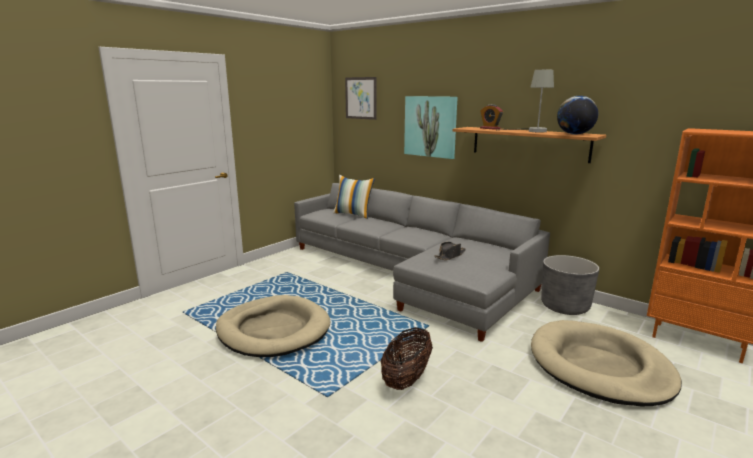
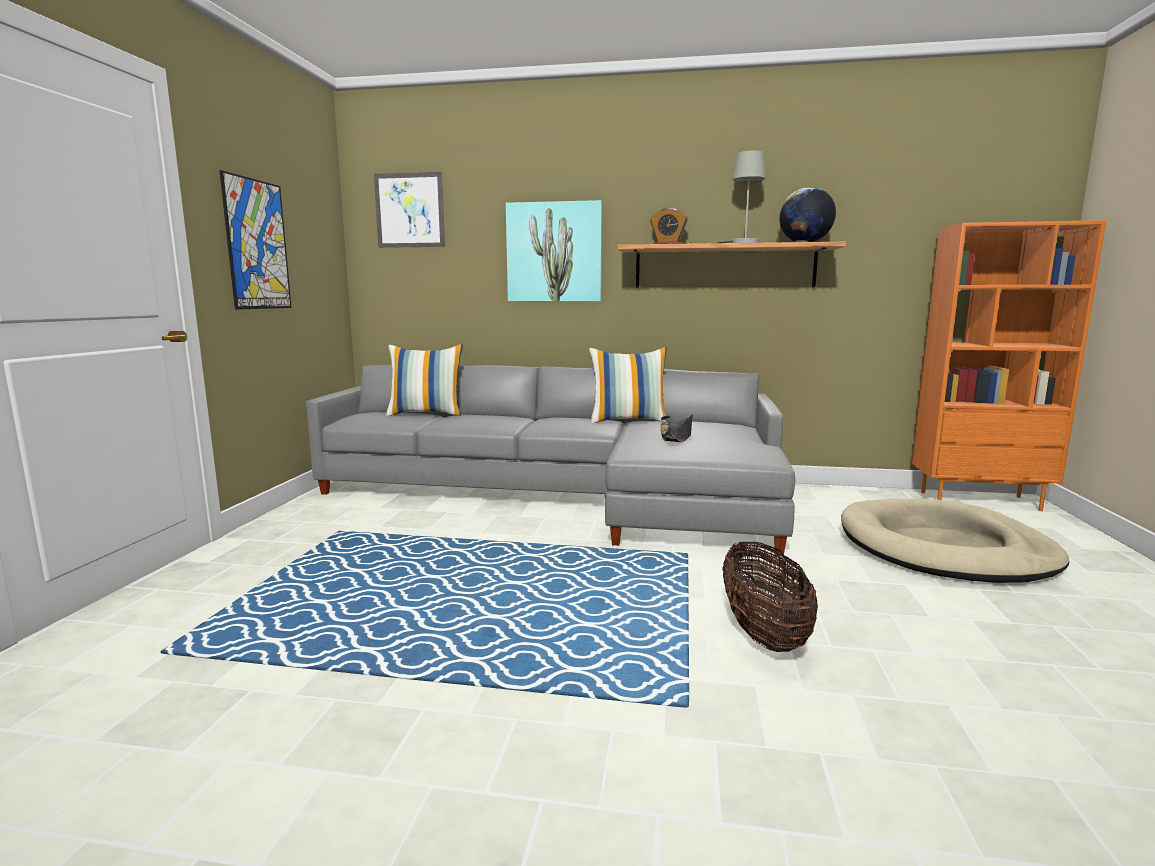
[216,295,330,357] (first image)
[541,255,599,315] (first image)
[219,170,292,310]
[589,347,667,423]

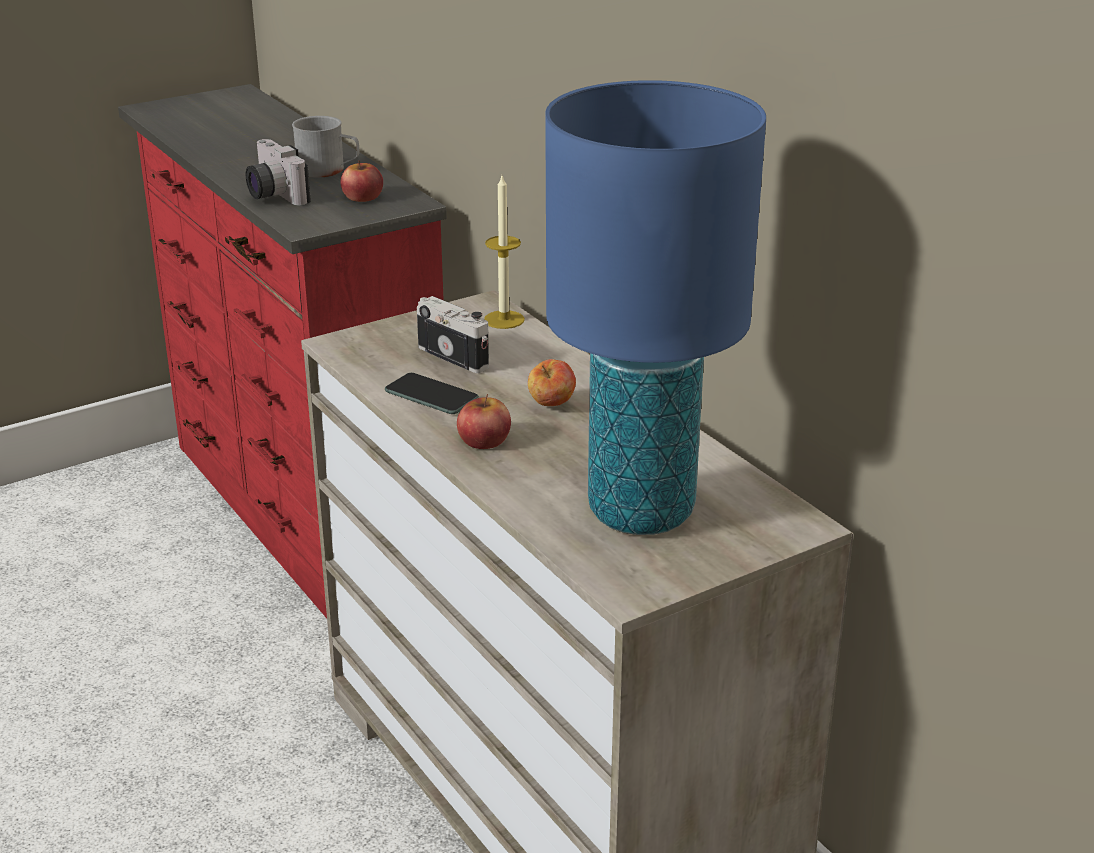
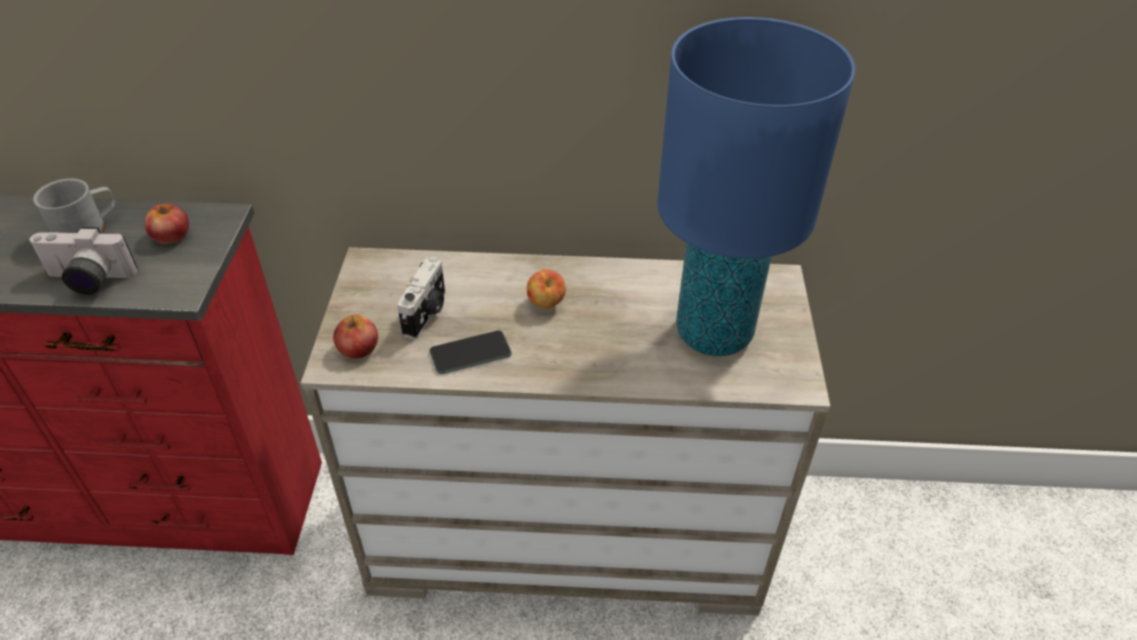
[397,257,445,340]
[333,315,378,359]
[484,176,525,329] (first image)

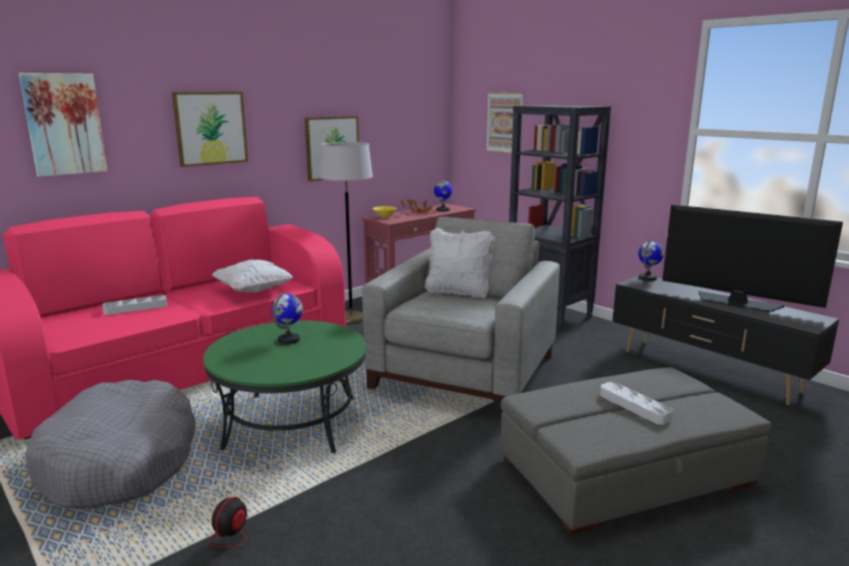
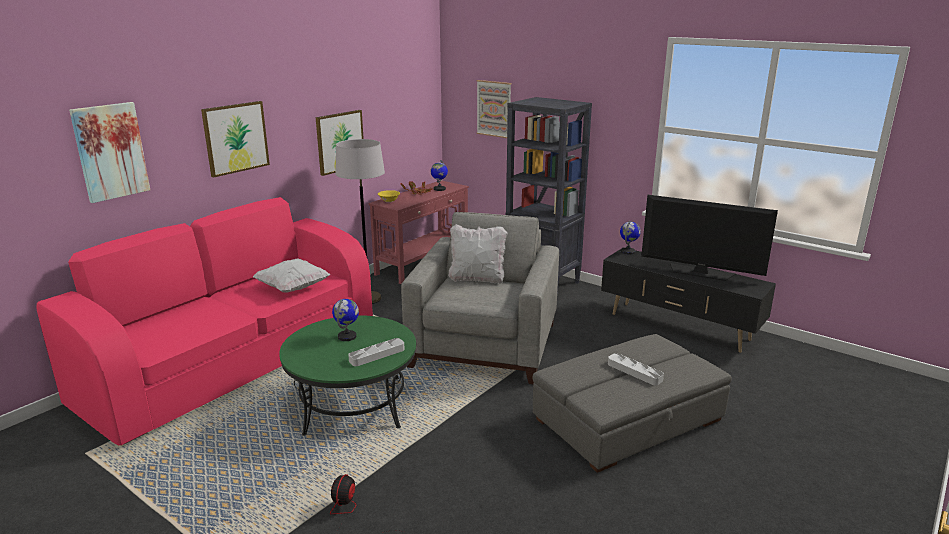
[25,380,196,509] (first image)
[348,338,405,366]

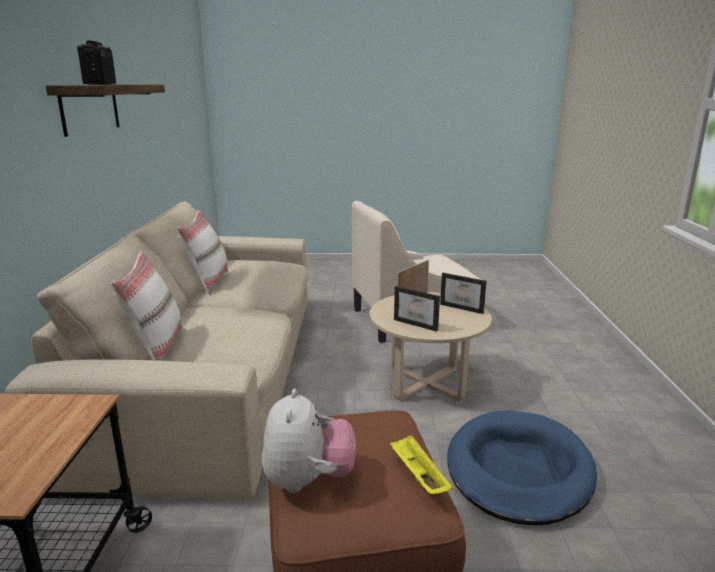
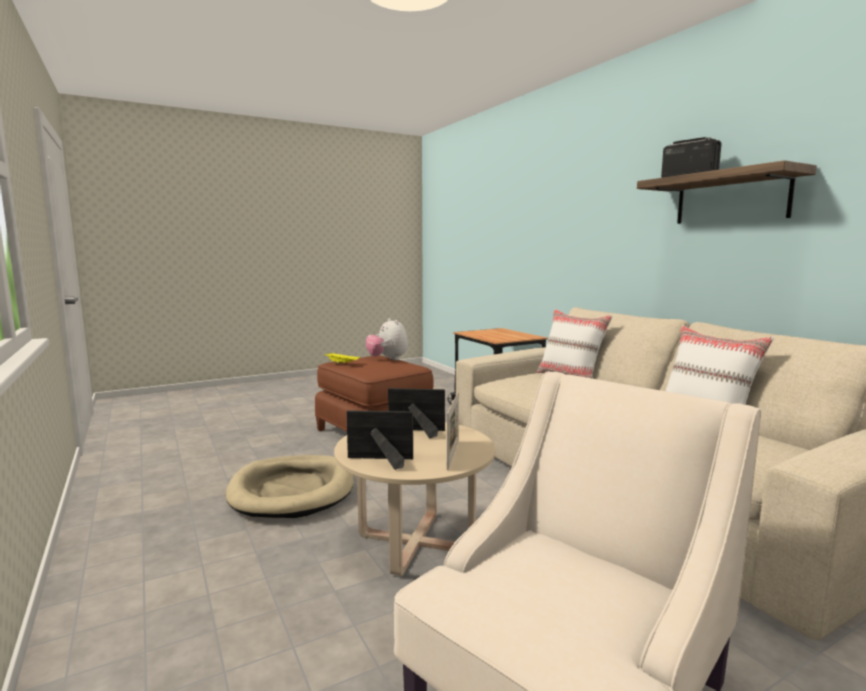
[226,455,354,518]

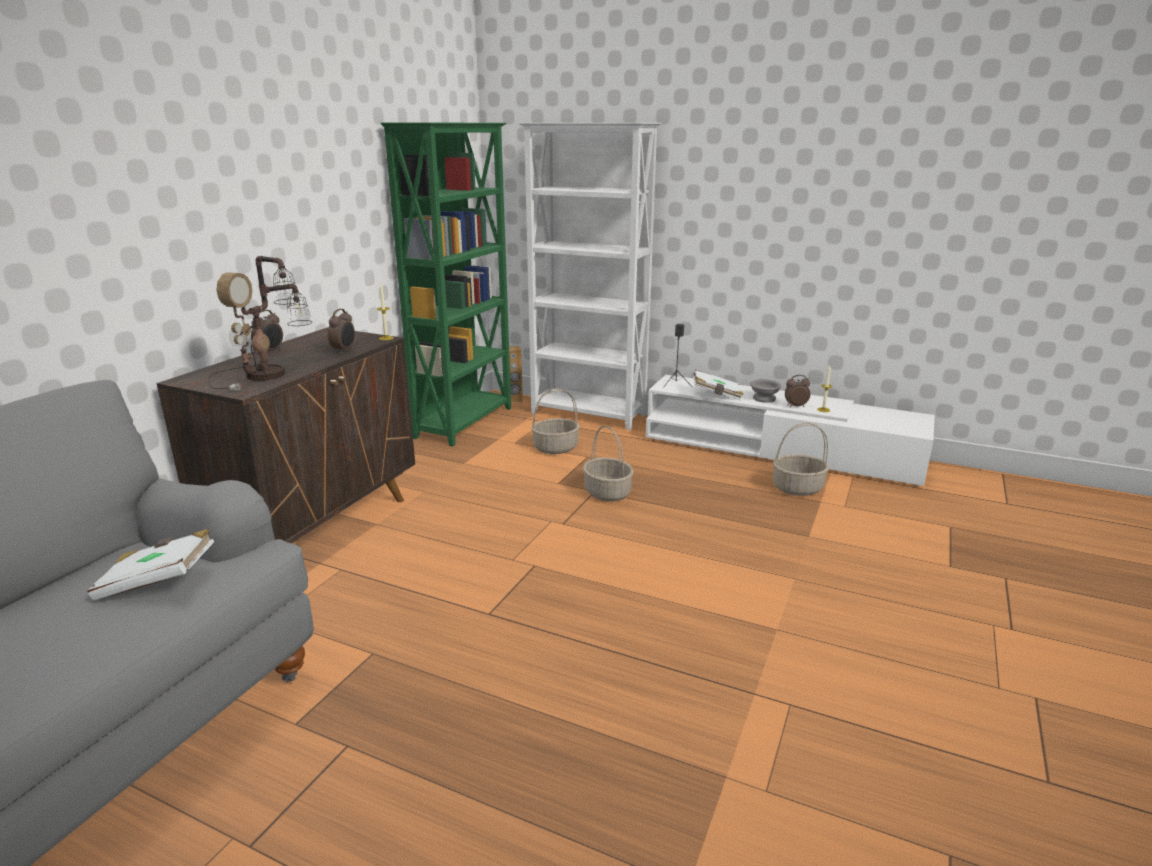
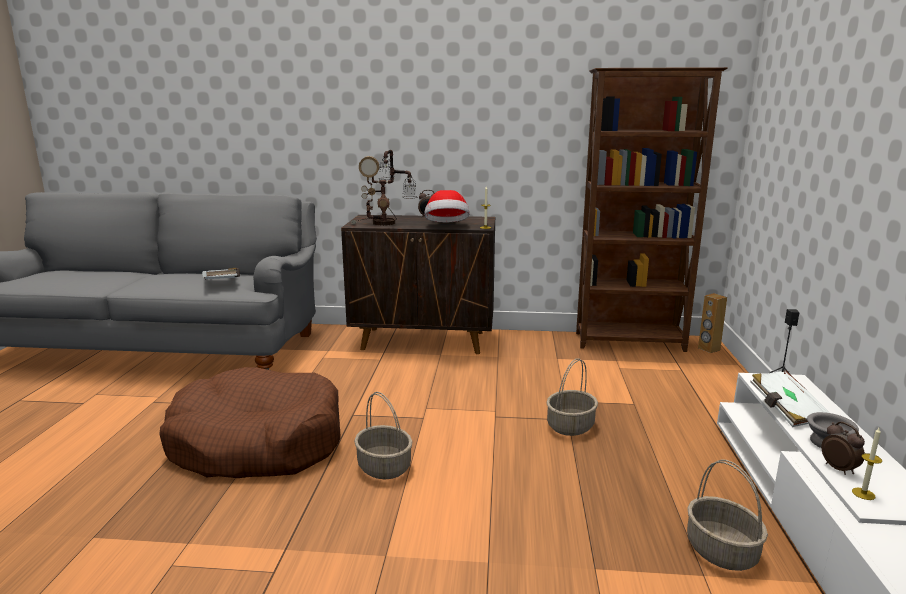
[424,190,469,223]
[576,67,728,352]
[518,123,662,430] (first image)
[354,392,413,479]
[160,367,341,478]

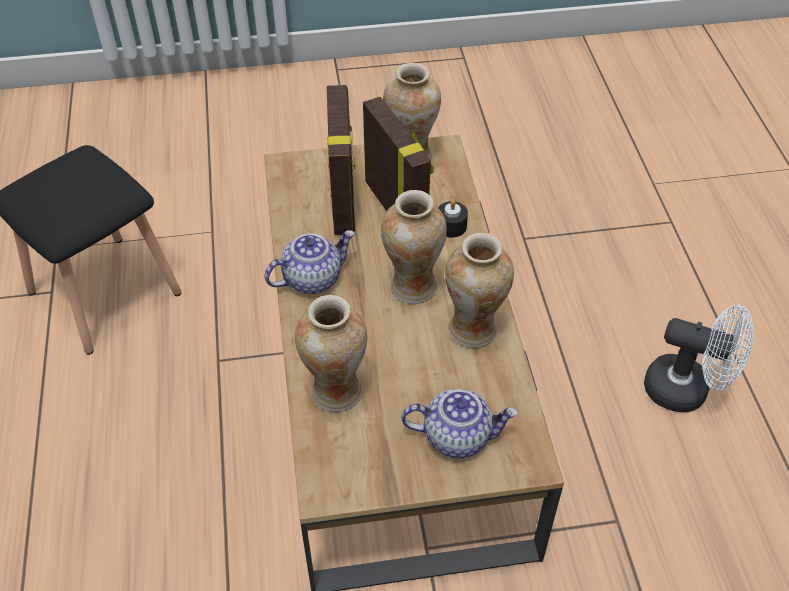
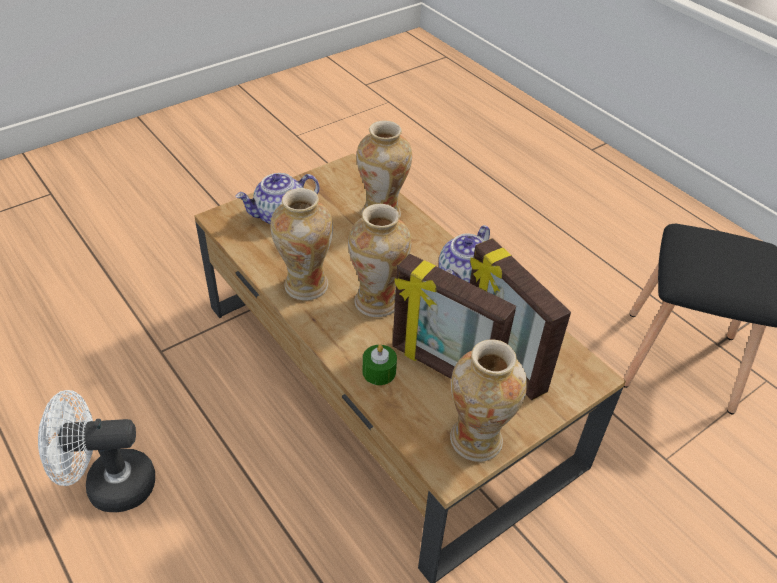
[363,345,397,385]

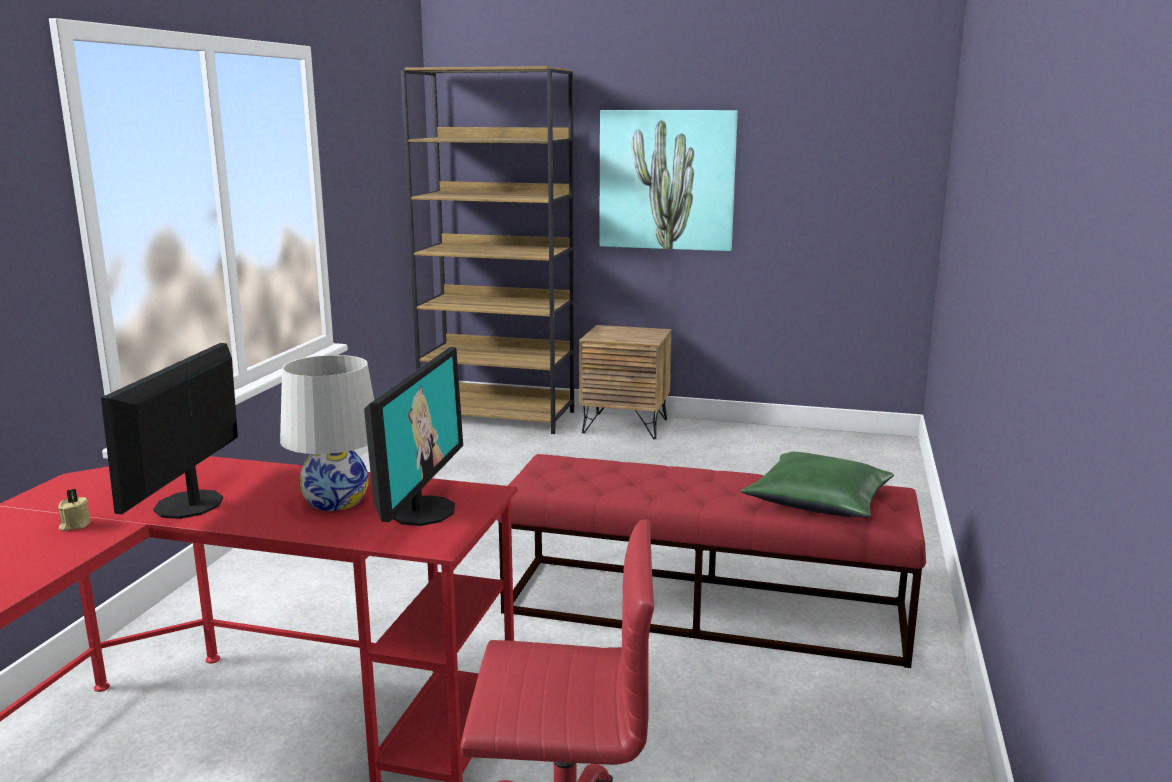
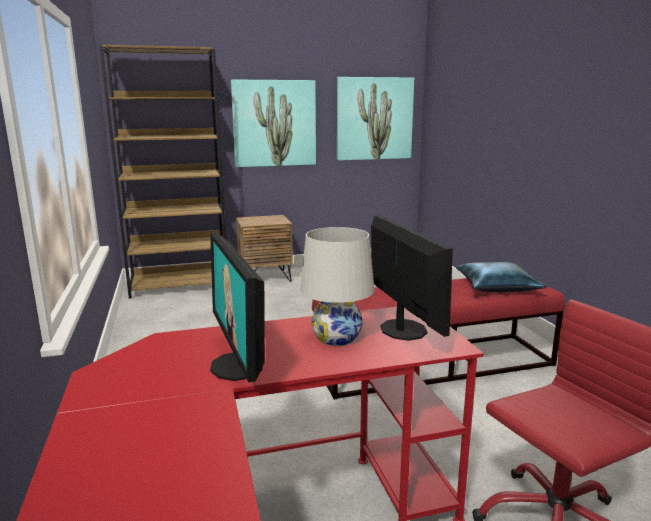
[58,489,90,531] (first image)
[456,262,547,292]
[337,77,414,160]

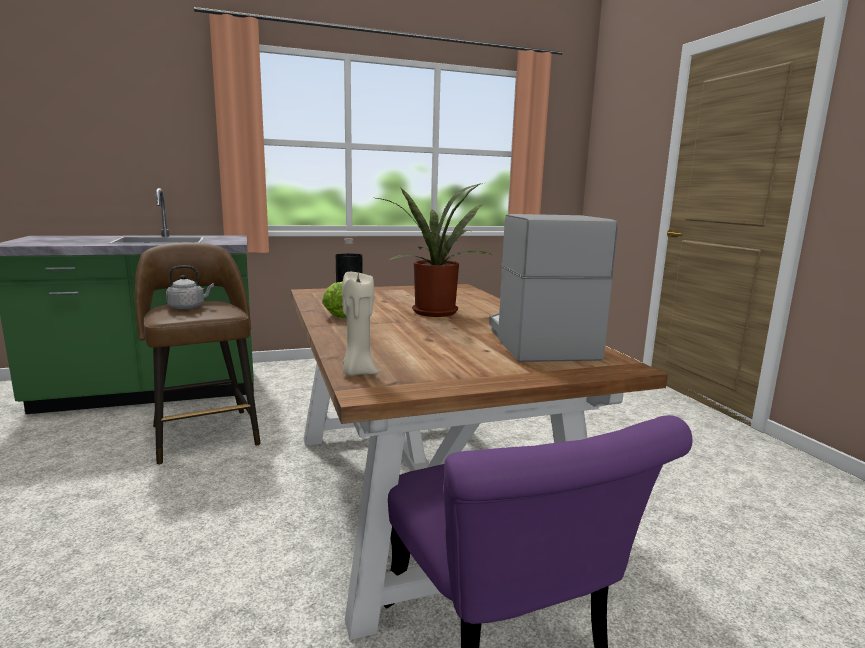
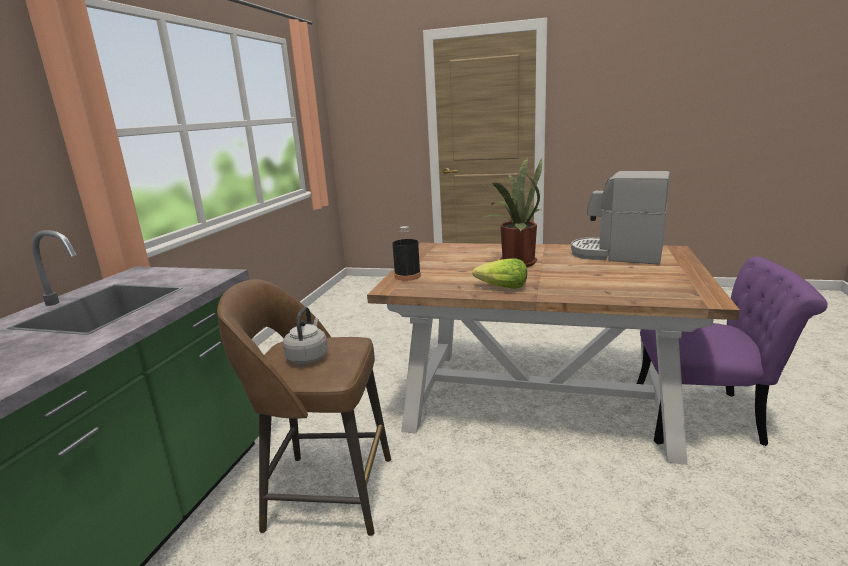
[342,272,378,376] (first image)

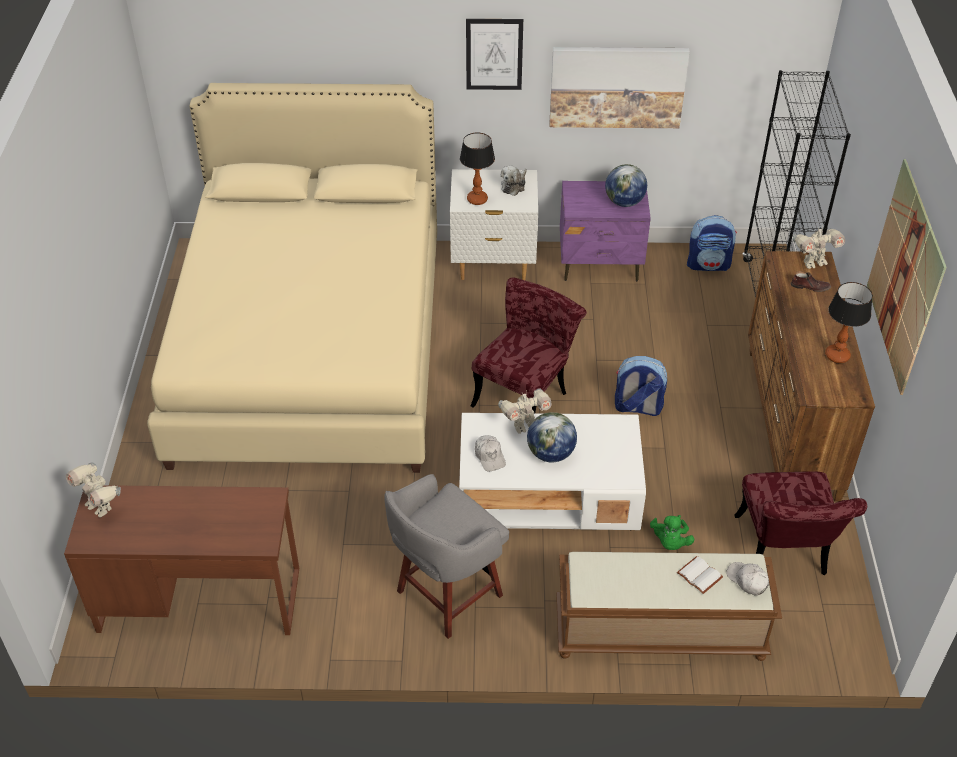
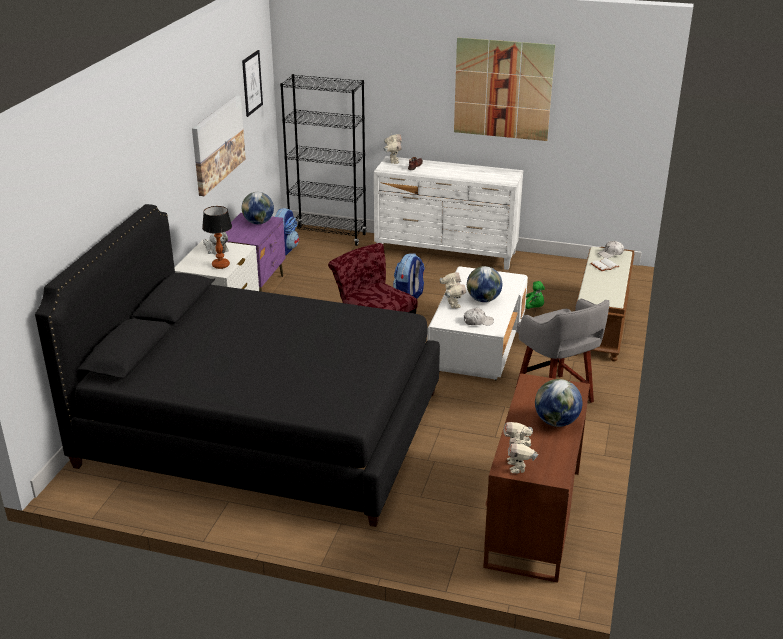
[503,422,539,473]
[35,204,440,527]
[242,50,263,117]
[734,471,867,575] (first image)
[374,156,523,270]
[825,282,873,363] (first image)
[535,379,583,427]

